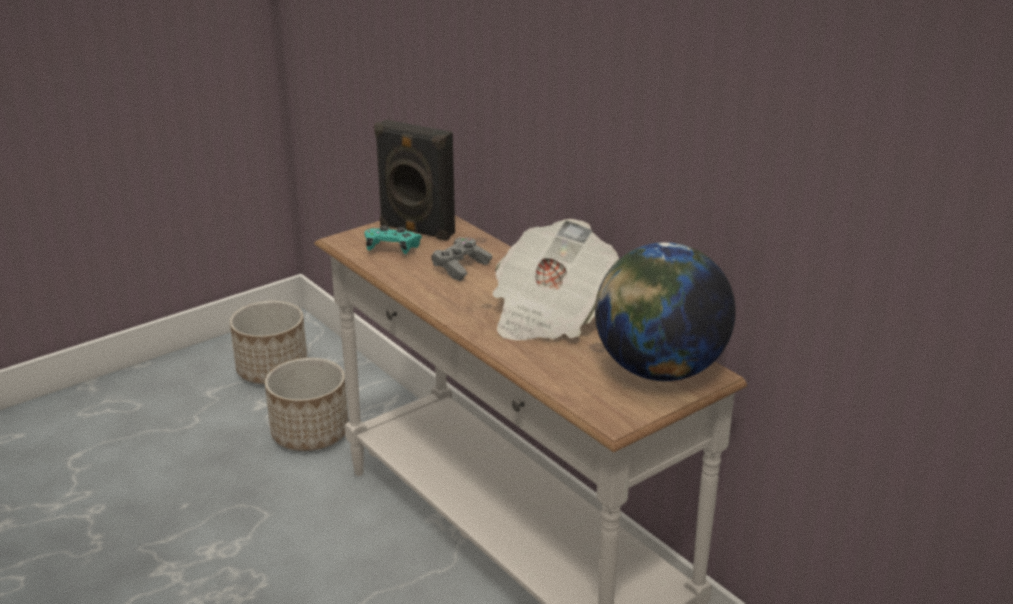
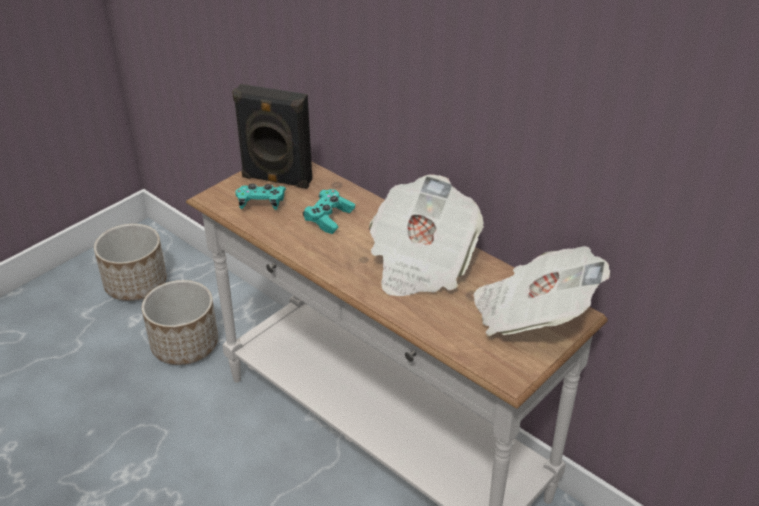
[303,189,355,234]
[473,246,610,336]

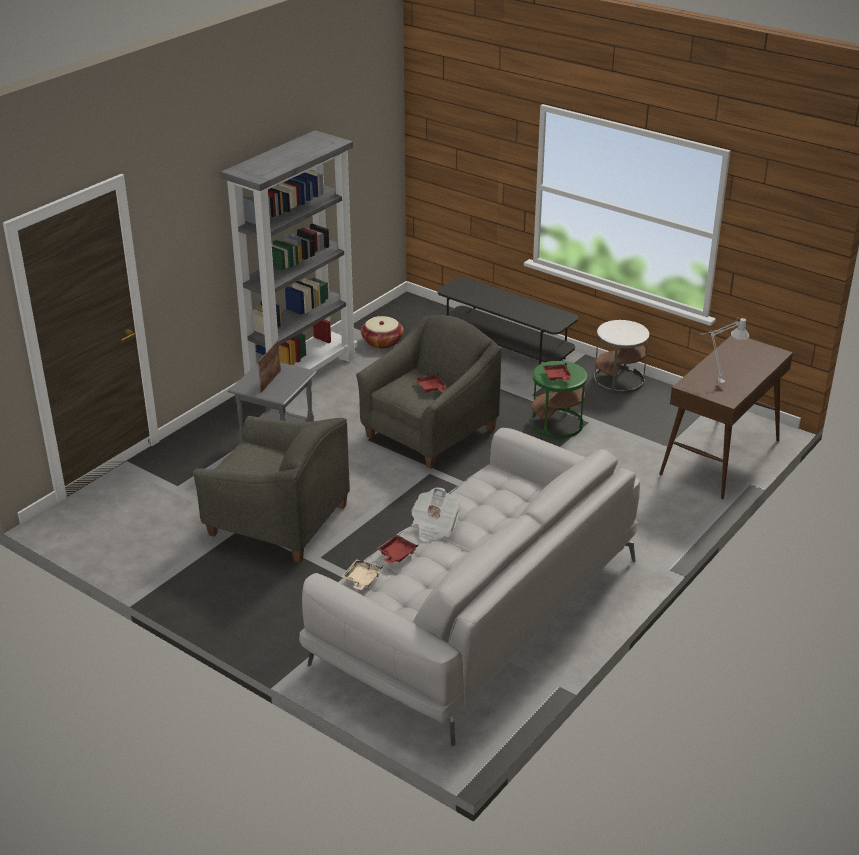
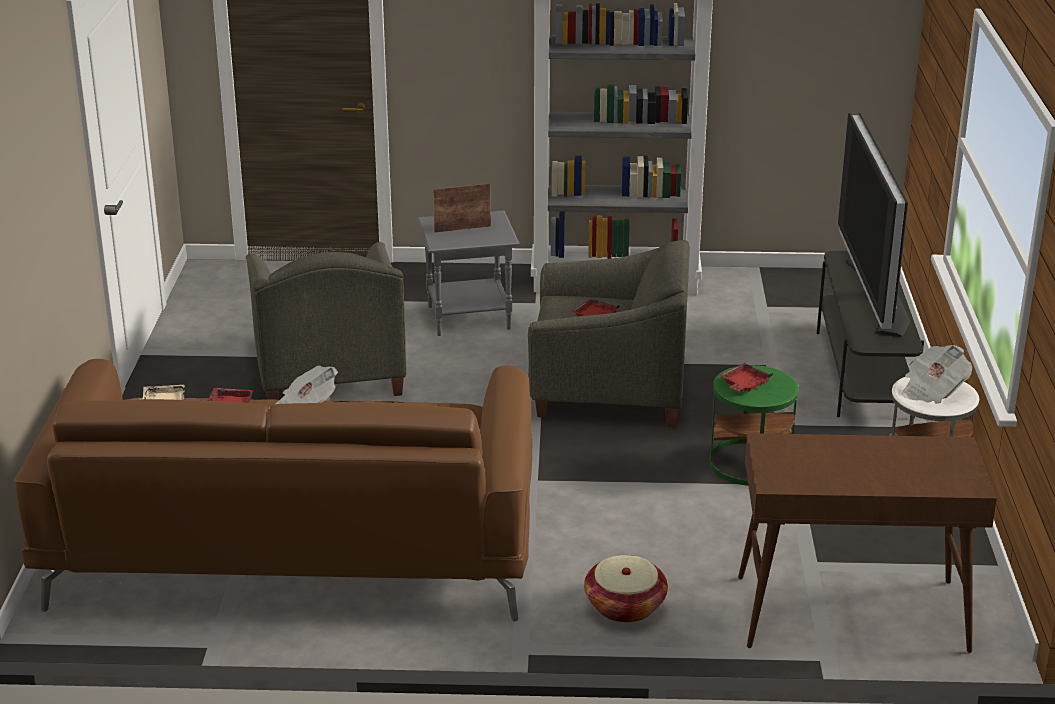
[13,359,532,622]
[584,555,668,623]
[700,317,749,384] (first image)
[838,113,910,337]
[902,345,972,404]

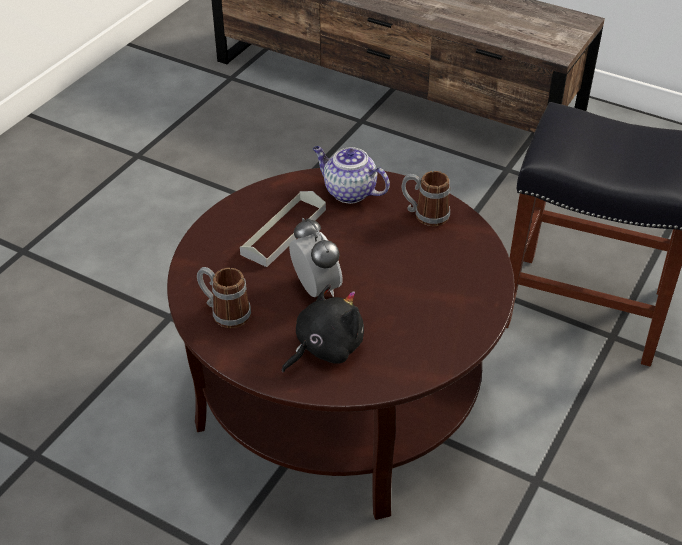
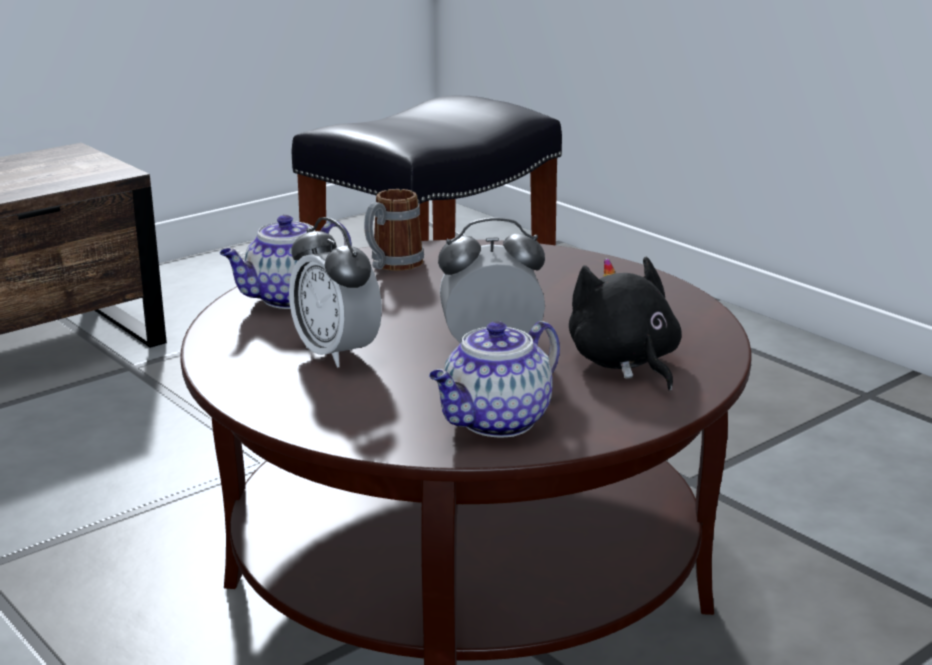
[429,321,560,438]
[289,217,382,368]

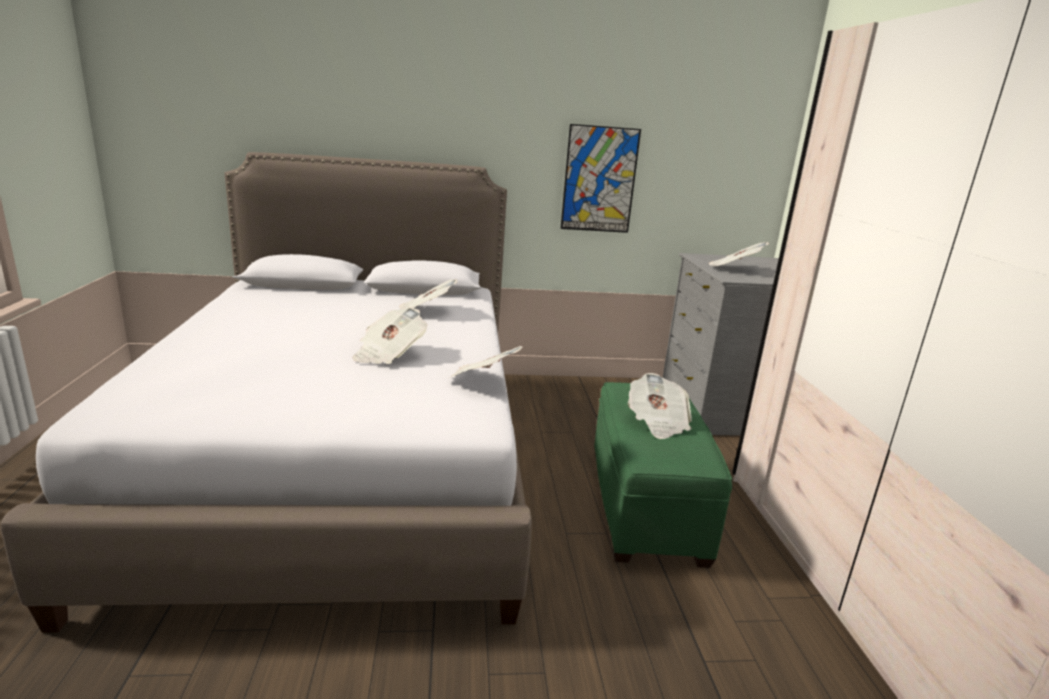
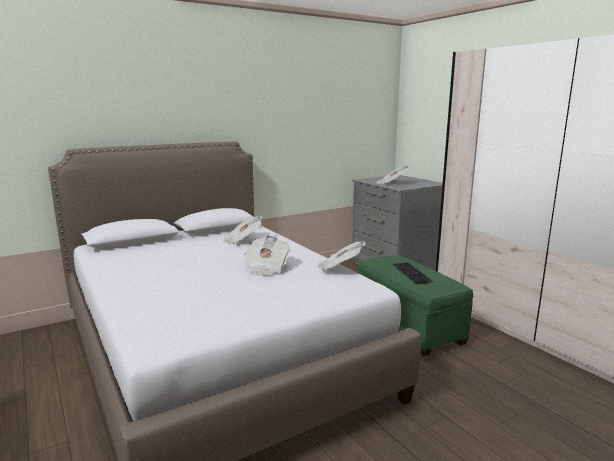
[560,124,641,233] (first image)
[393,262,433,284]

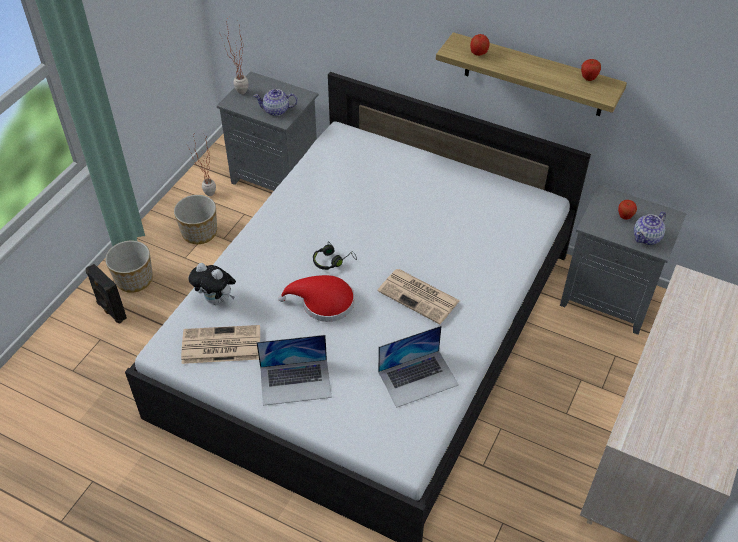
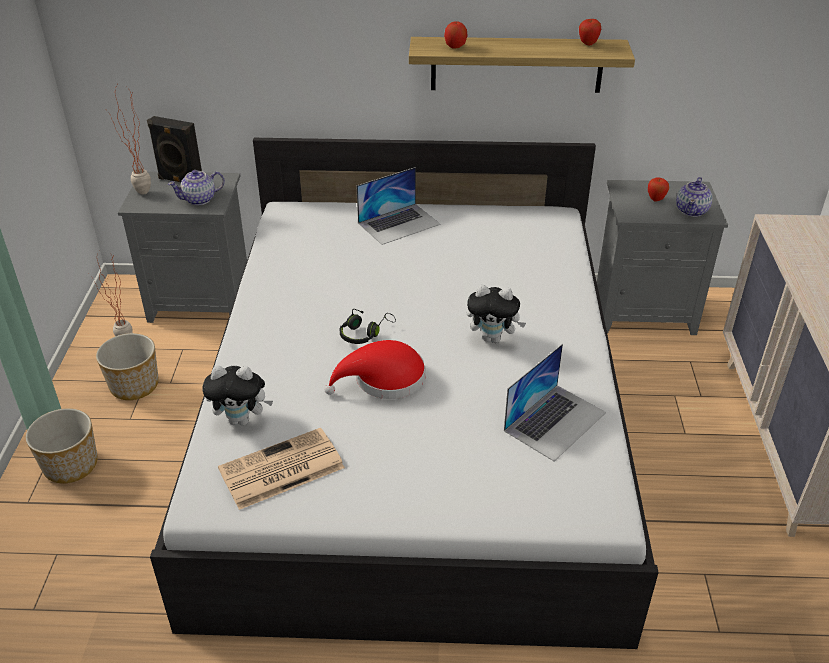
[147,116,202,182]
[356,167,440,245]
[467,285,526,343]

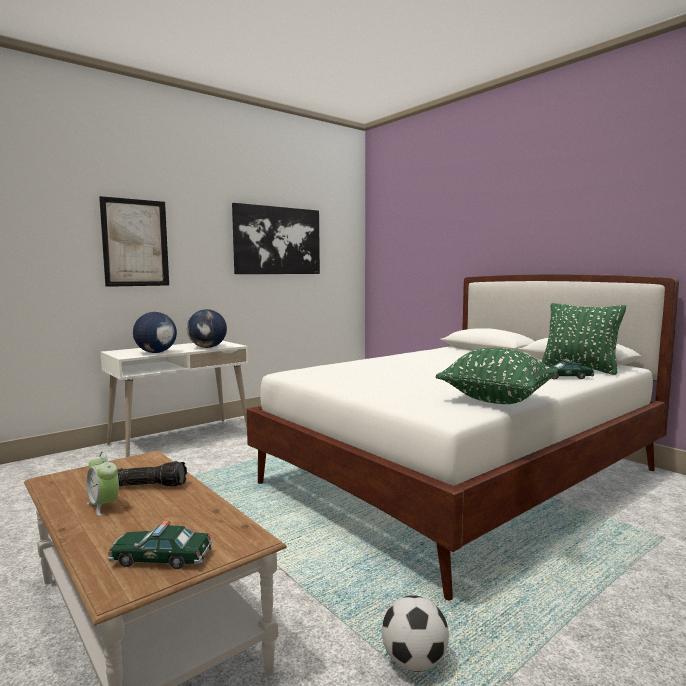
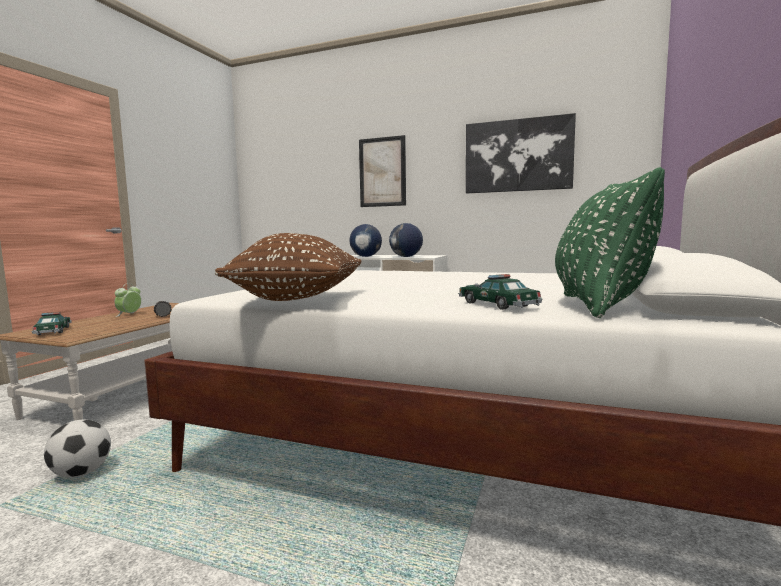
[215,233,362,301]

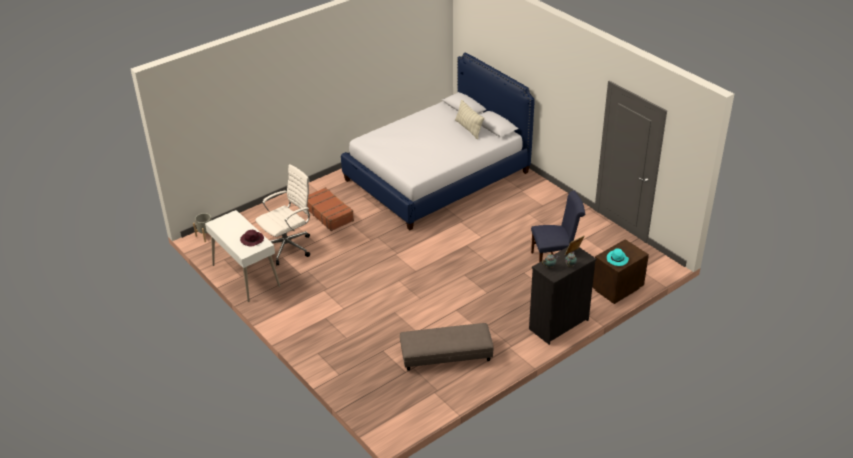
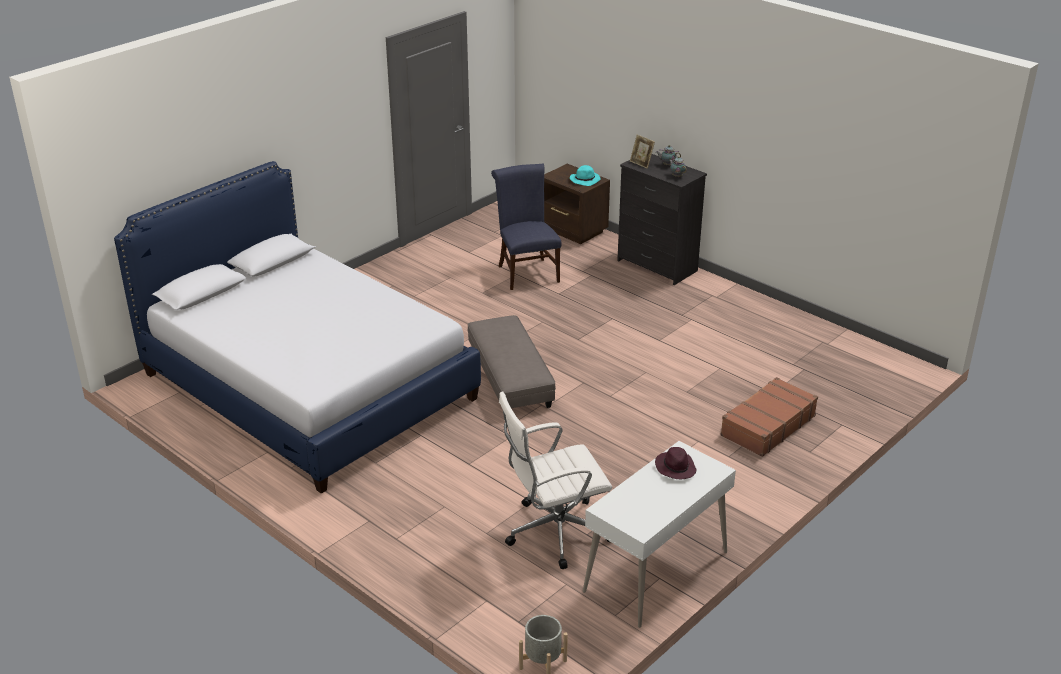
[499,391,612,569]
[720,377,818,457]
[468,315,556,408]
[455,100,485,139] (first image)

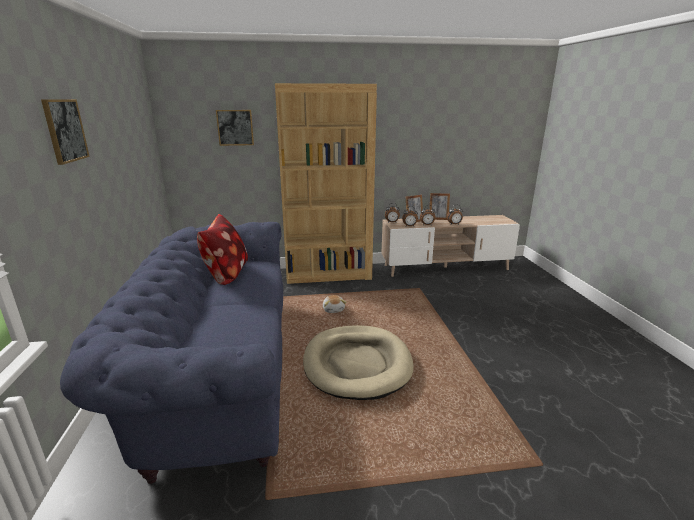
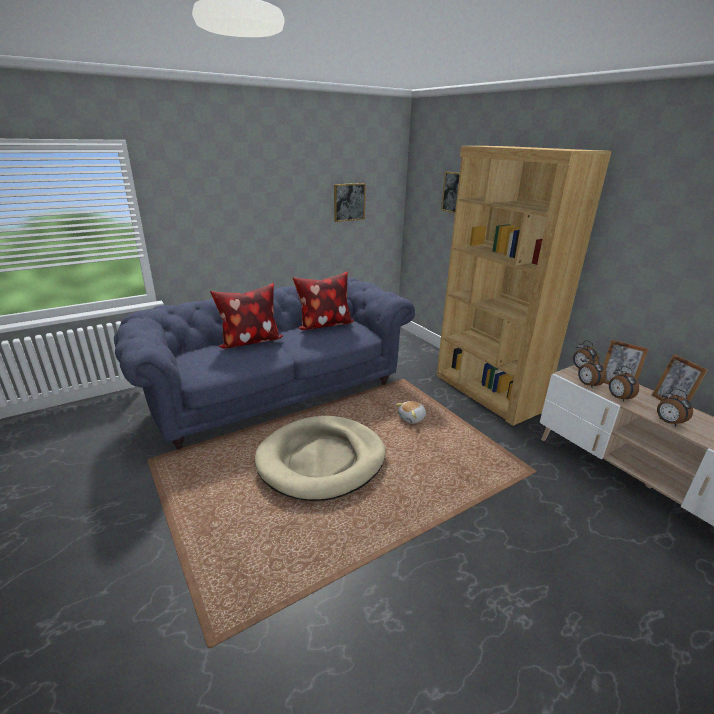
[334,183,366,222]
[210,283,283,349]

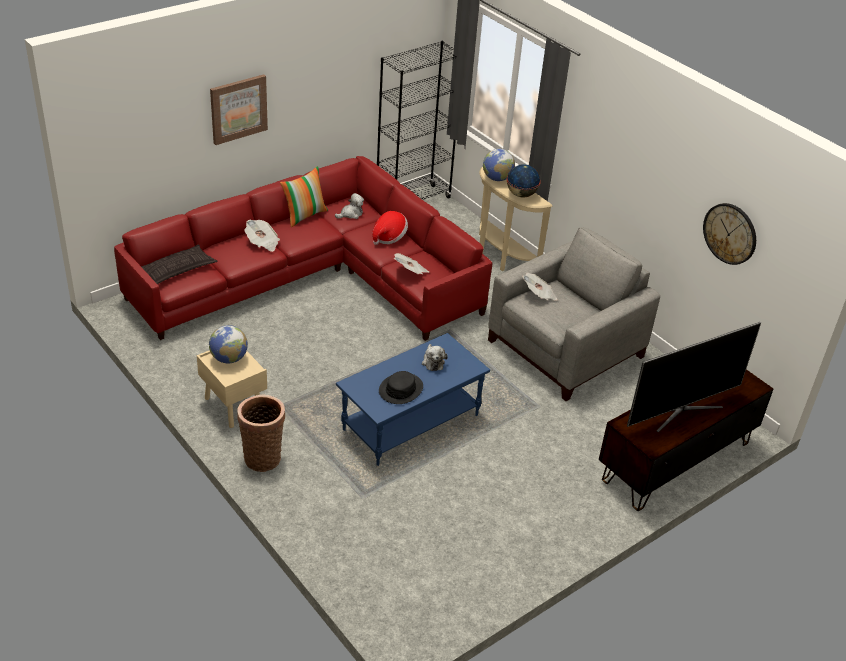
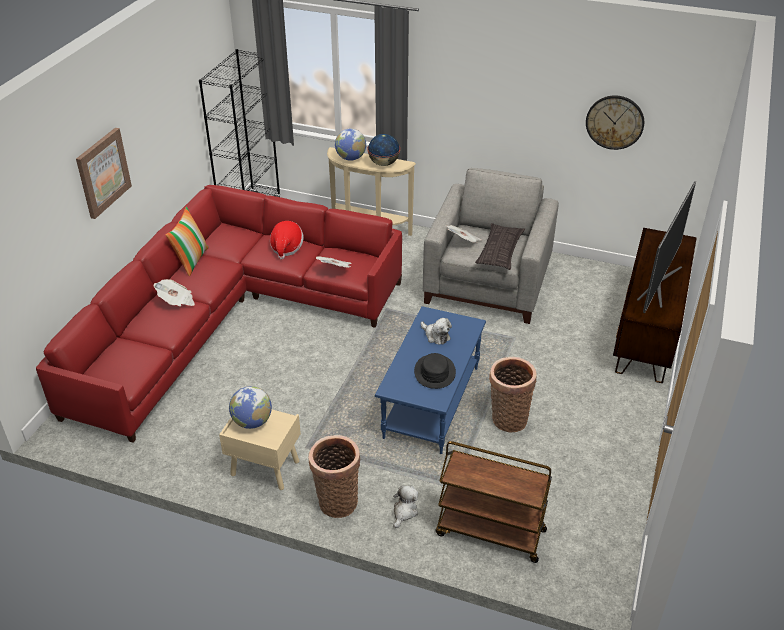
[475,223,525,270]
[393,485,418,528]
[436,441,552,563]
[489,357,537,433]

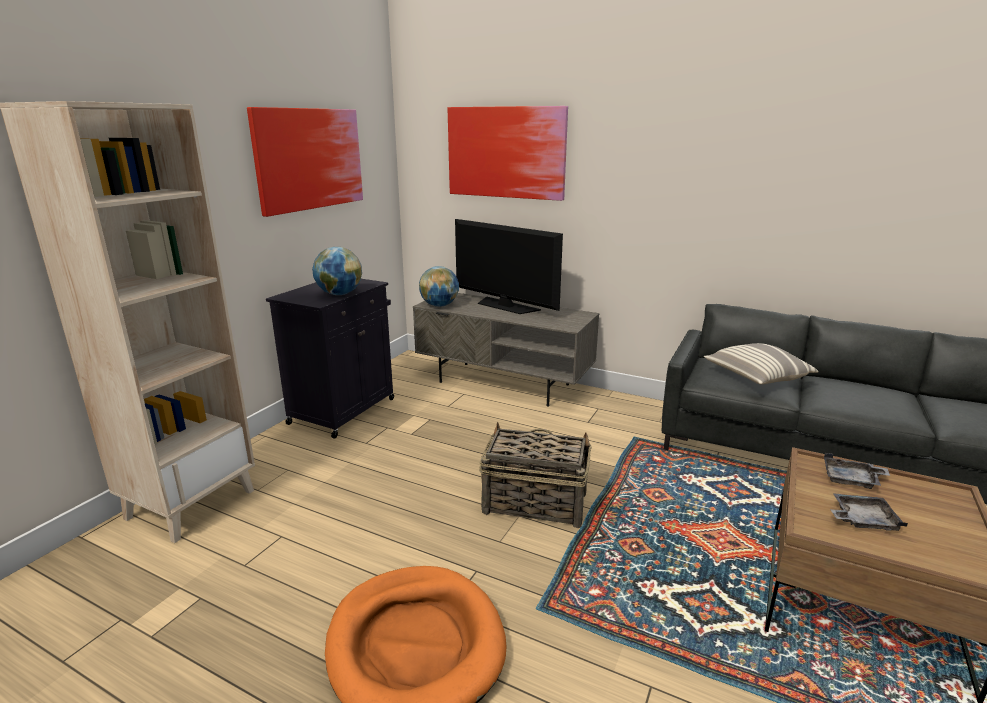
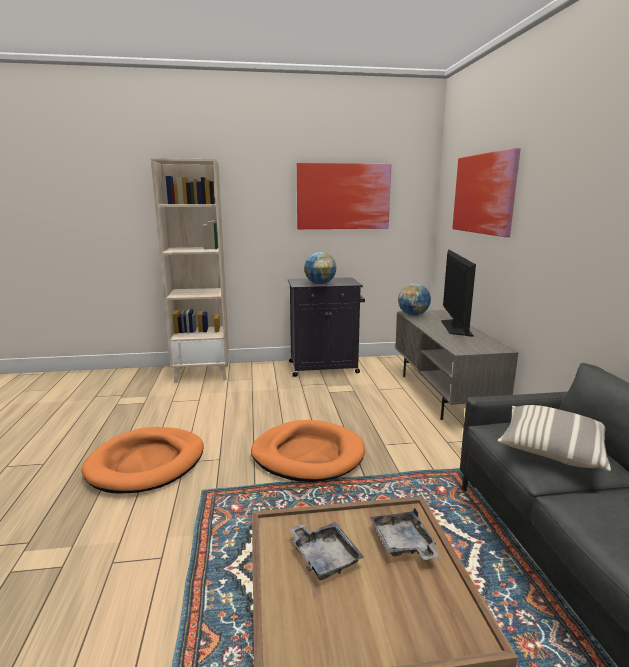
[251,420,365,482]

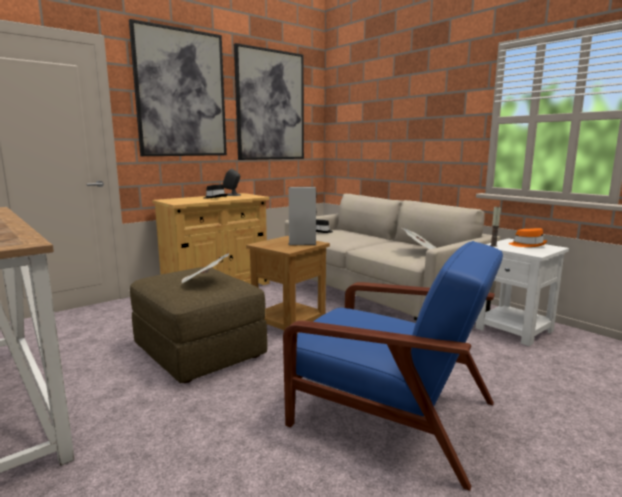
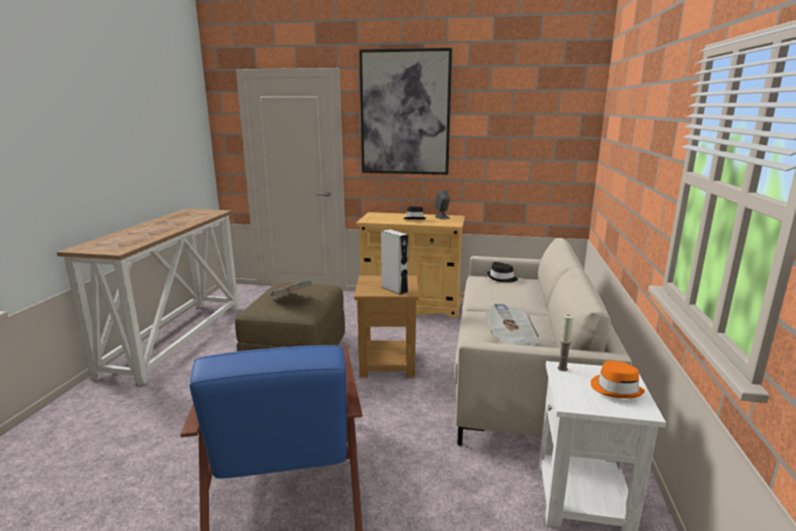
[234,43,304,160] (first image)

